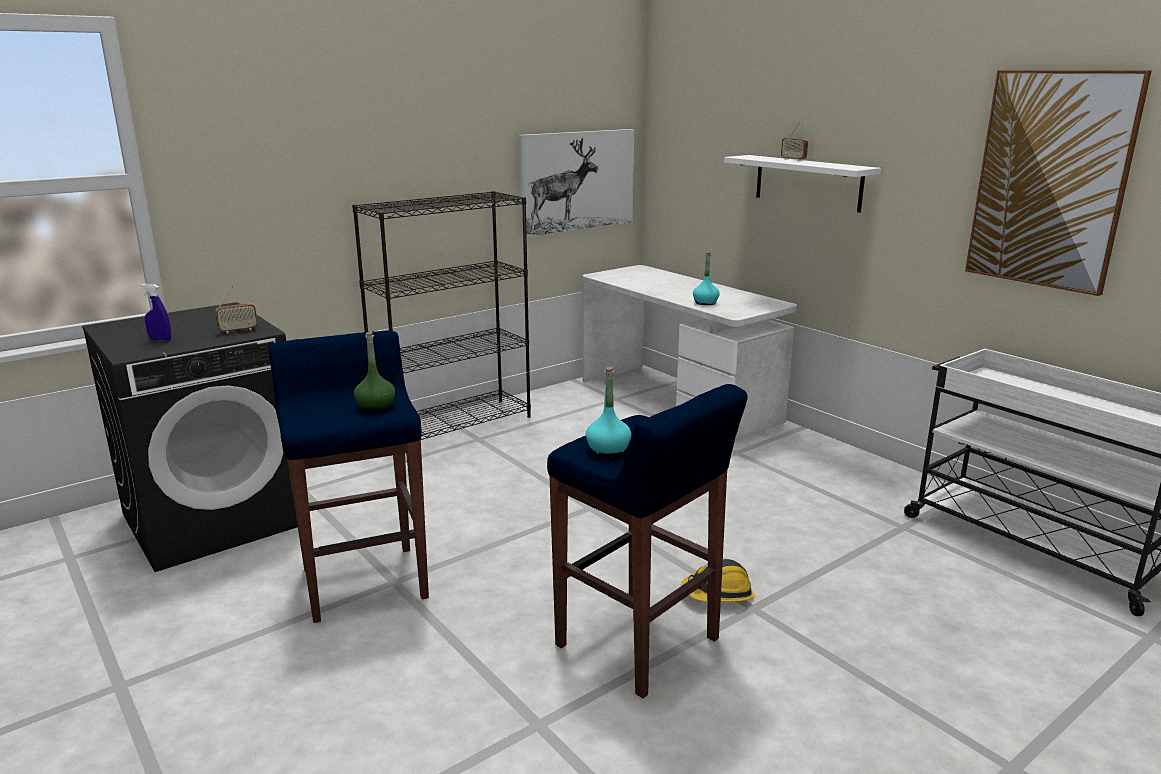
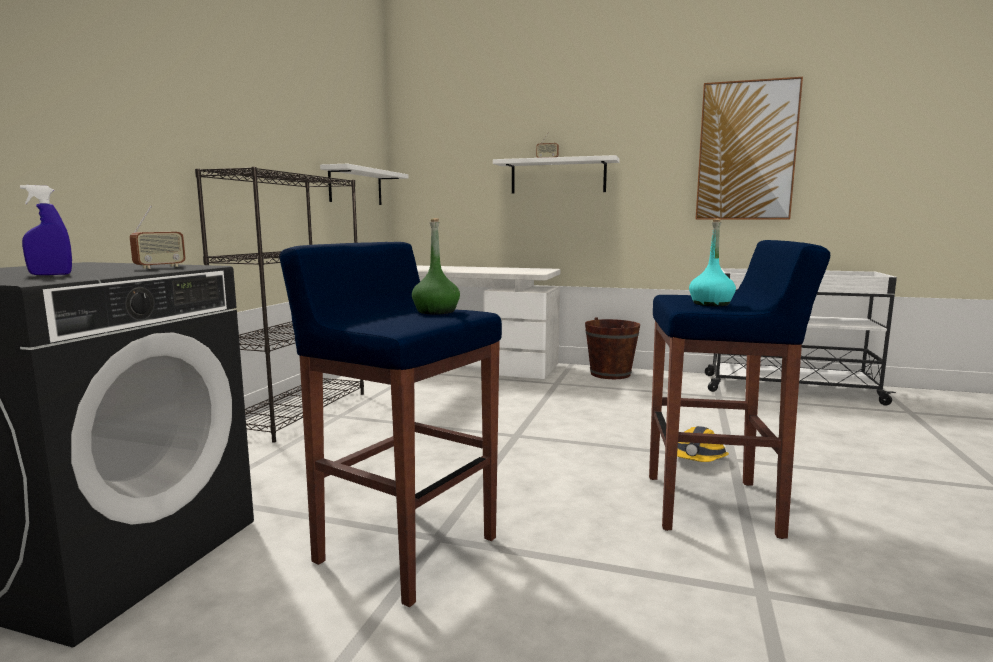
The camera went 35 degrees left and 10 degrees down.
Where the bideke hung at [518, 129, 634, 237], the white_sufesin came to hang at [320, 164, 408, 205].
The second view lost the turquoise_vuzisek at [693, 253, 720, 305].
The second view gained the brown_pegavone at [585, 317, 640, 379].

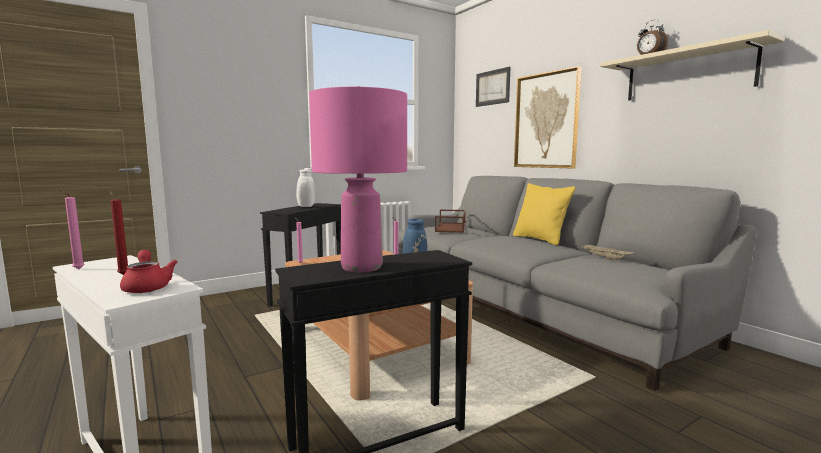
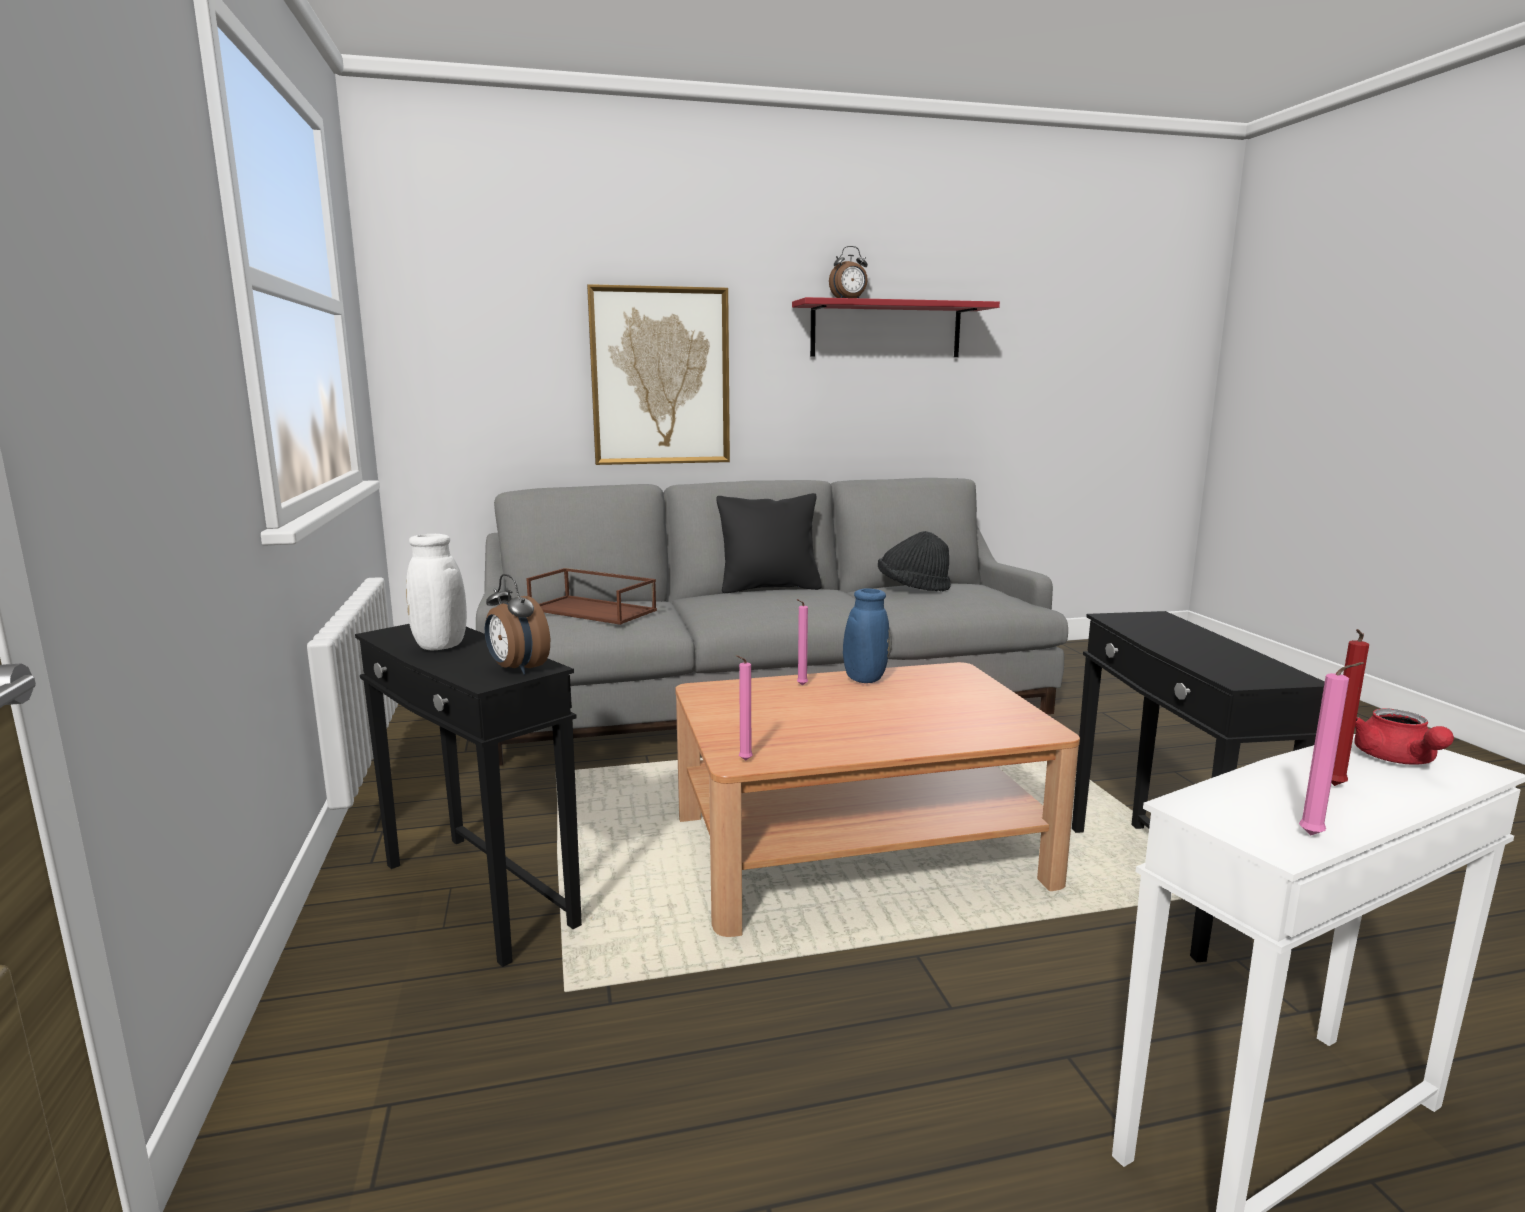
The camera went 70 degrees left and 5 degrees up.
The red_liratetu at [120, 250, 178, 293] ended up facing another way, 75 degrees counterclockwise from before.
The second view lost the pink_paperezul at [309, 86, 407, 272].
The second view lost the bideke at [476, 67, 510, 107].
What was the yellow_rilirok at [513, 183, 575, 246] turned into the black_rilirok at [716, 493, 822, 593].
Where the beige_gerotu stood at [581, 244, 634, 260], the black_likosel came to stand at [878, 531, 951, 591].
What was the beige_sufesin at [600, 30, 785, 101] turned into the red_sufesin at [792, 297, 1000, 357].
The second view gained the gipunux at [485, 574, 550, 675].

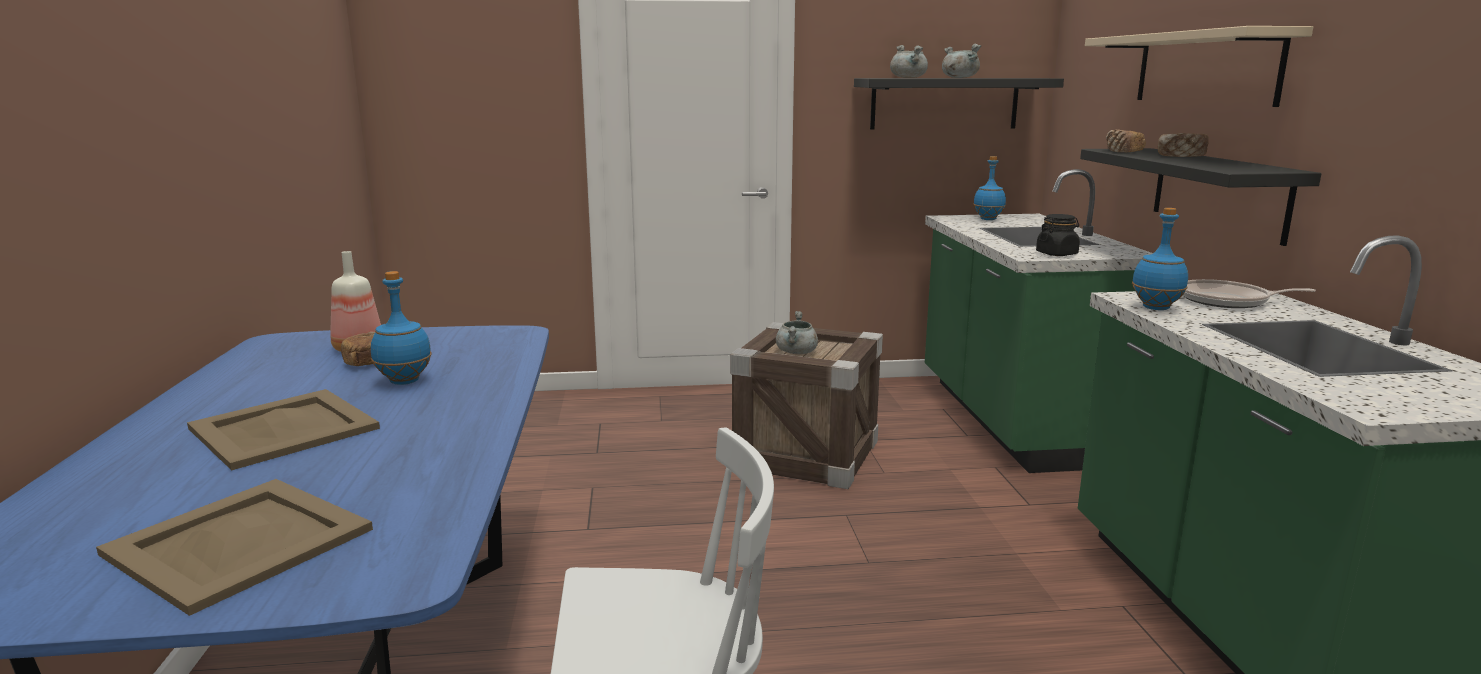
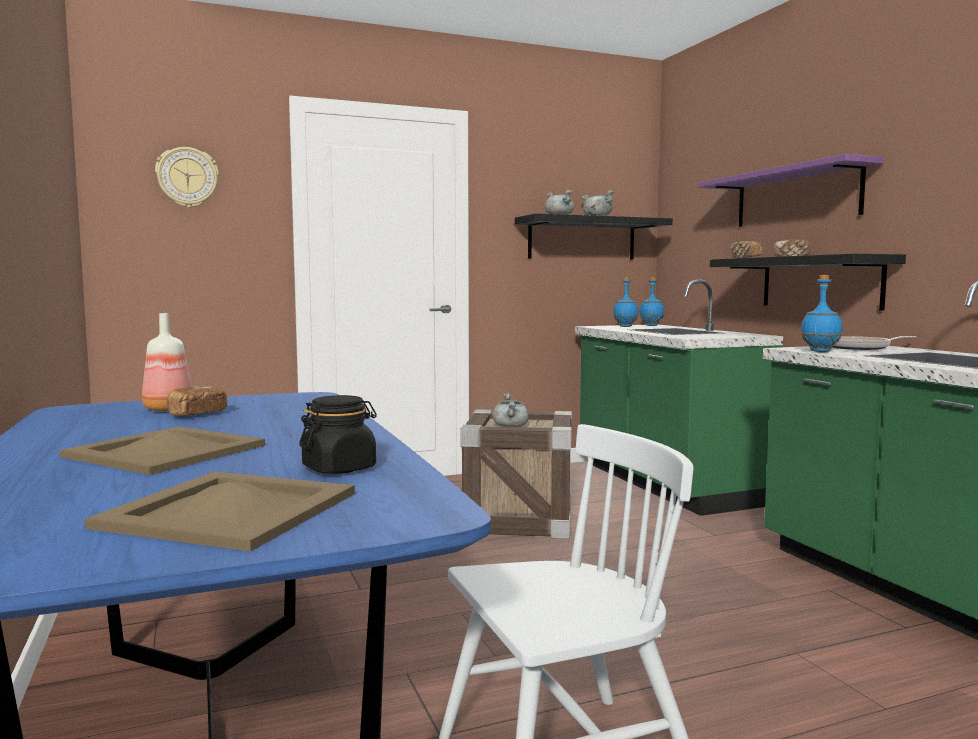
The camera went 15 degrees left and 10 degrees down.
The blue_vuzisek ended up elsewhere, having gone from [371, 271, 432, 385] to [640, 277, 664, 326].
The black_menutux ended up elsewhere, having gone from [1036, 214, 1080, 256] to [299, 395, 377, 474].
What was the beige_sufesin at [1085, 26, 1313, 107] turned into the purple_sufesin at [699, 154, 884, 227].
The second view gained the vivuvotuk at [155, 147, 219, 208].

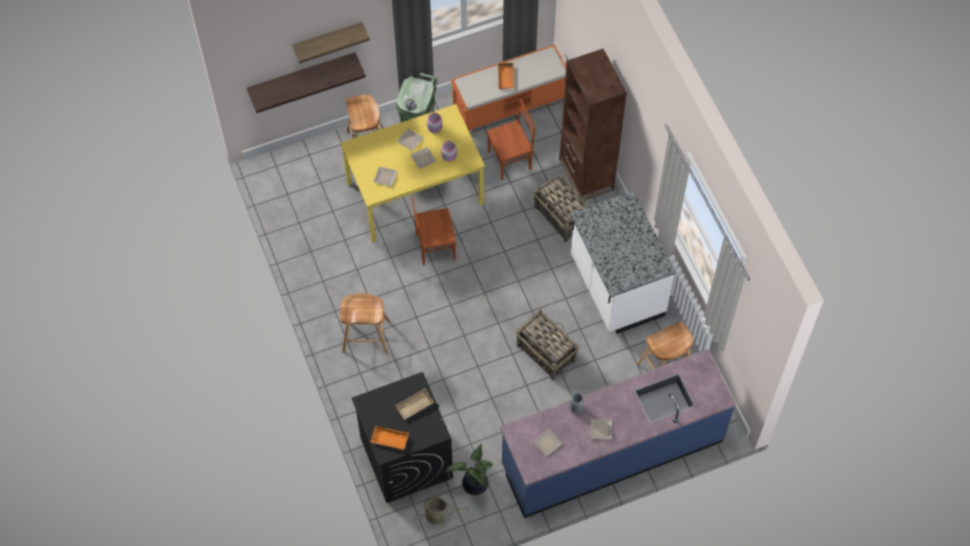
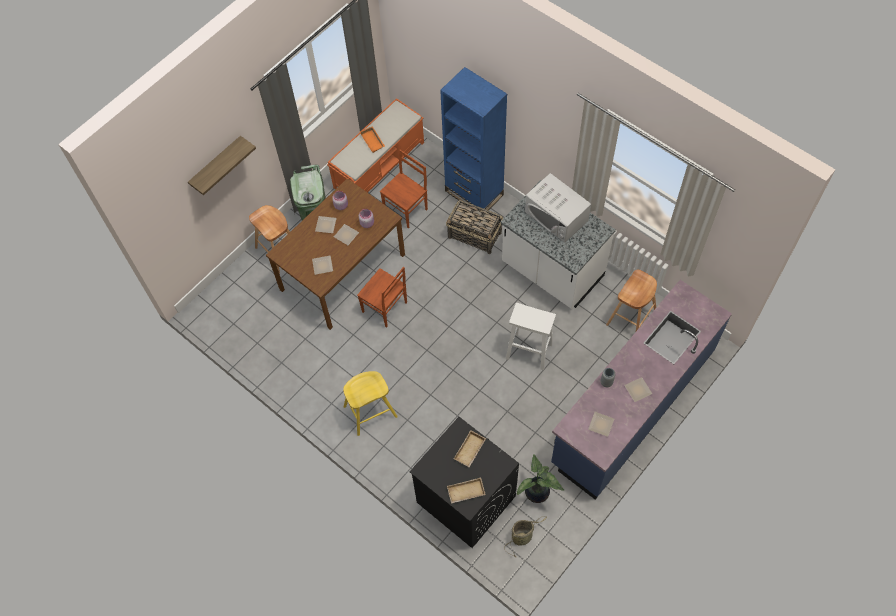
The camera went 25 degrees left and 0 degrees up.
The second view lost the sufesin at [247, 52, 366, 113].
What was the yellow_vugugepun at [340, 104, 485, 243] turned into the brown_vugugepun at [266, 178, 405, 330].
What was the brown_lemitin at [340, 293, 390, 354] turned into the yellow_lemitin at [343, 371, 398, 436].
What was the orange_gerotu at [371, 426, 409, 450] turned into the beige_gerotu at [447, 477, 486, 504].
The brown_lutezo at [411, 195, 456, 266] ended up facing another way, 105 degrees counterclockwise from before.
Where the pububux stood at [516, 310, 579, 381], the white_lemitin came to stand at [506, 303, 556, 370].
What was the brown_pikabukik at [559, 49, 627, 201] turned into the blue_pikabukik at [440, 67, 507, 210].
The second view gained the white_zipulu at [525, 173, 591, 243].

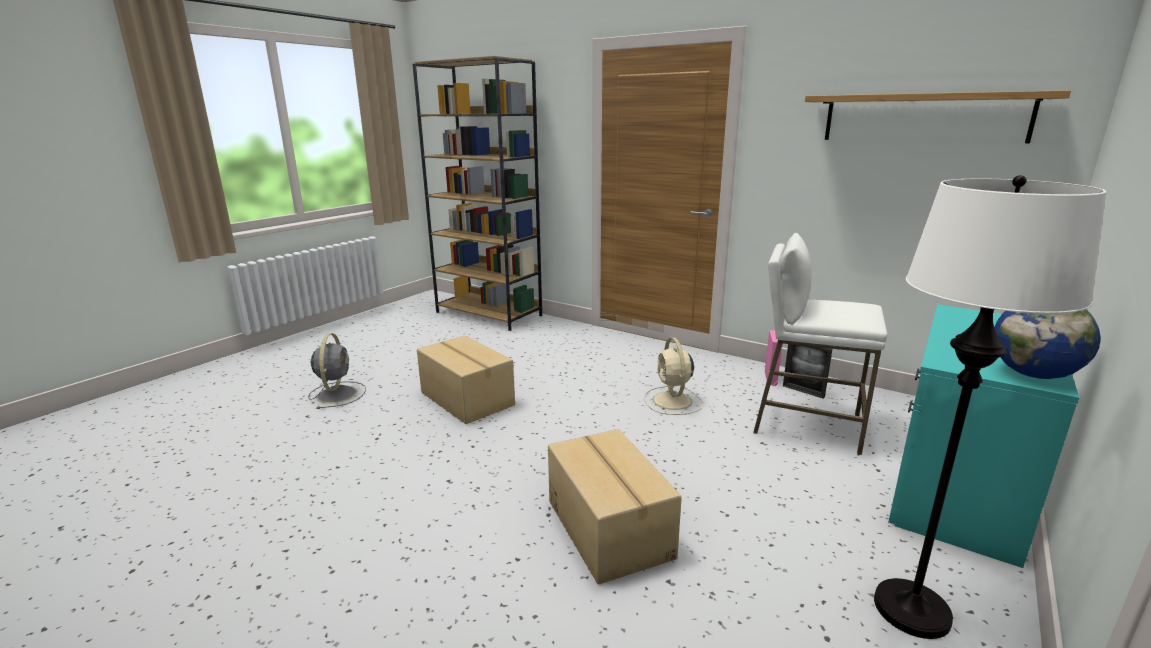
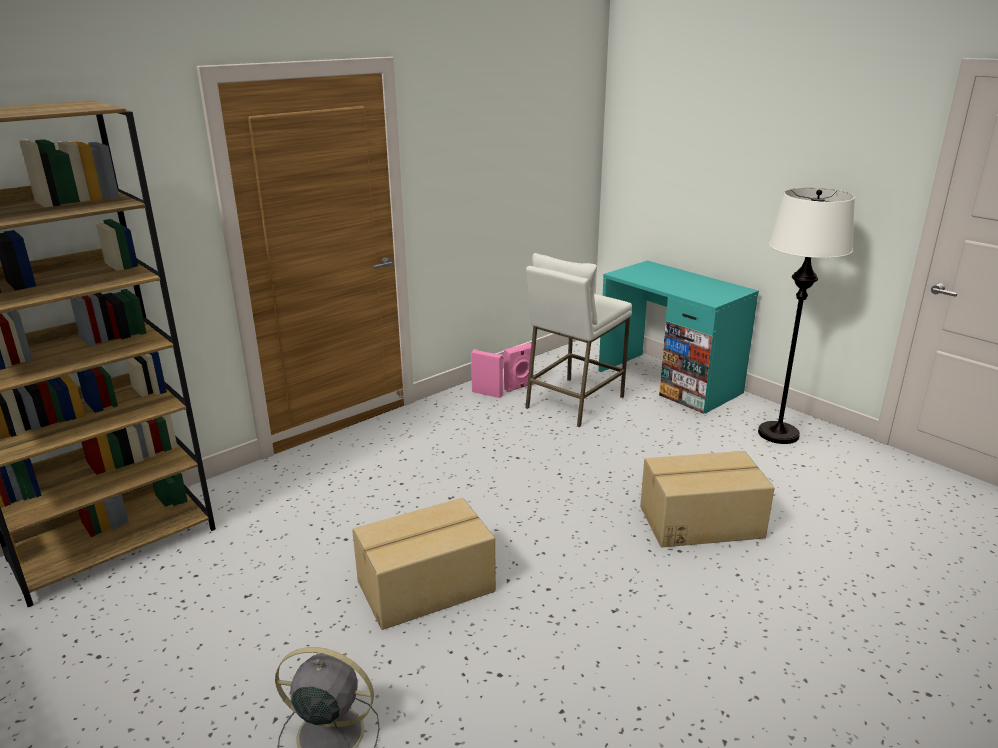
The camera went 75 degrees left and 5 degrees up.
The second view lost the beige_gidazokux at [644, 337, 703, 415].
Where the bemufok stood at [783, 344, 832, 399], the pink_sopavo came to stand at [504, 343, 534, 392].
The second view lost the sufesin at [805, 90, 1071, 143].
The second view lost the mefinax at [994, 309, 1101, 379].

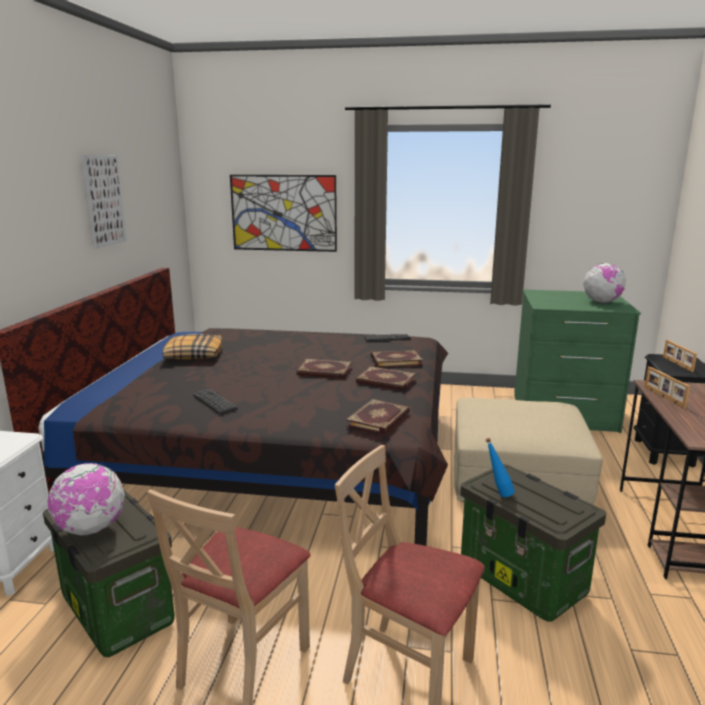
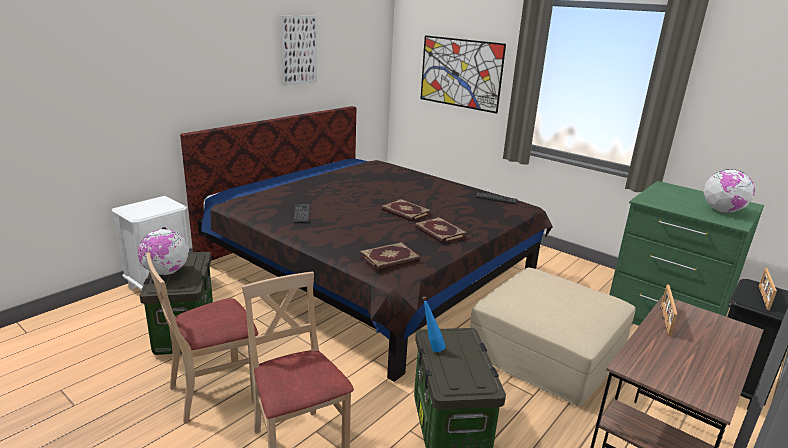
The camera went 30 degrees right and 5 degrees up.
The second view lost the rilirok at [163, 334, 222, 359].
The second view lost the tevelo at [371, 350, 423, 368].

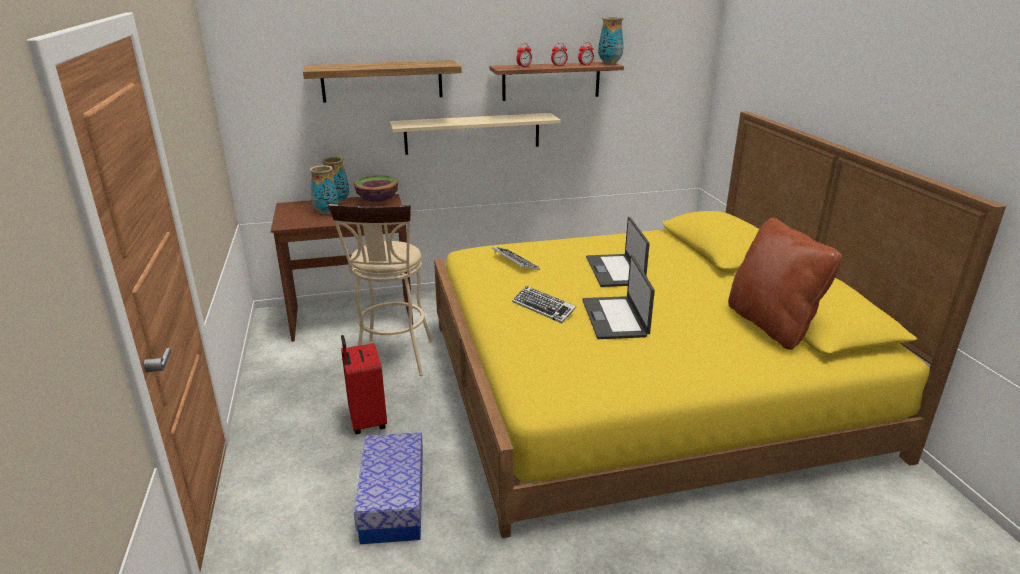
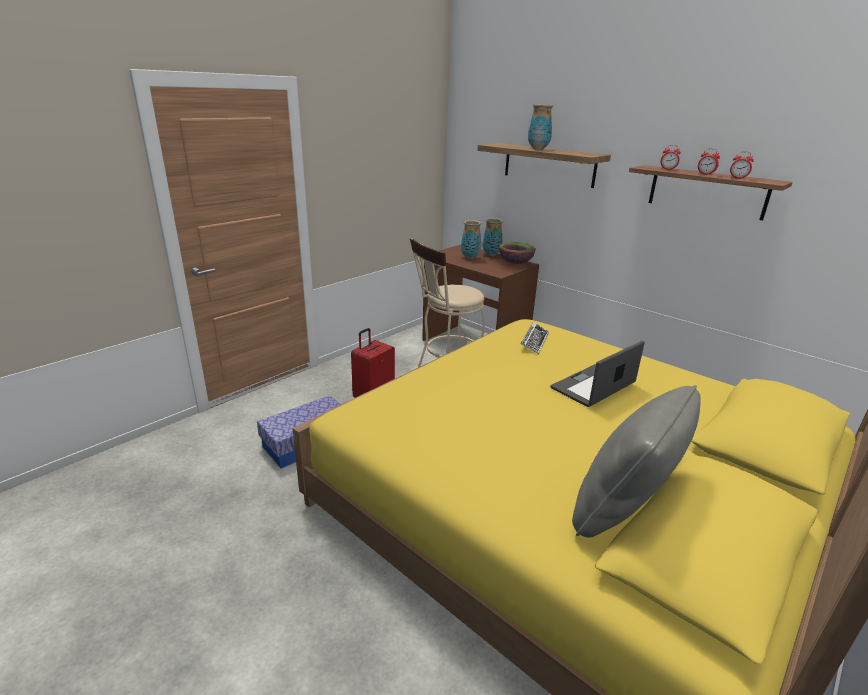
The camera went 55 degrees right and 0 degrees up.
The second view lost the beige_sufesin at [390, 113, 561, 155].
The second view lost the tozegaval at [512, 286, 577, 323].
The second view lost the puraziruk at [582, 255, 655, 339].
The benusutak ended up elsewhere, having gone from [598, 17, 624, 65] to [528, 105, 553, 150].
What was the brown_rilirok at [728, 217, 842, 350] turned into the grey_rilirok at [572, 385, 701, 538].

